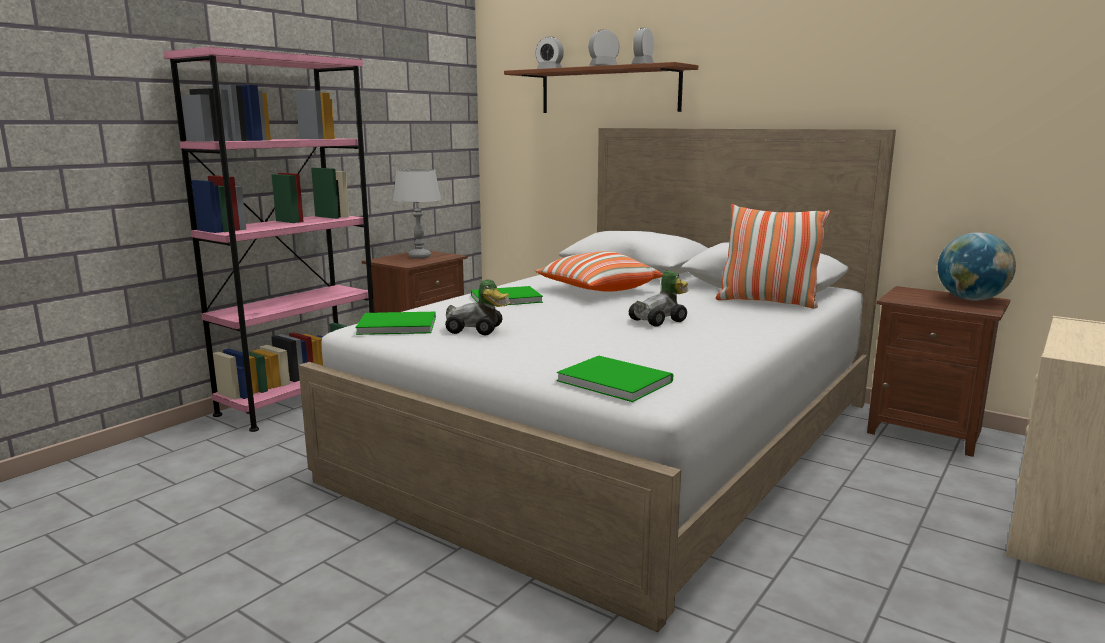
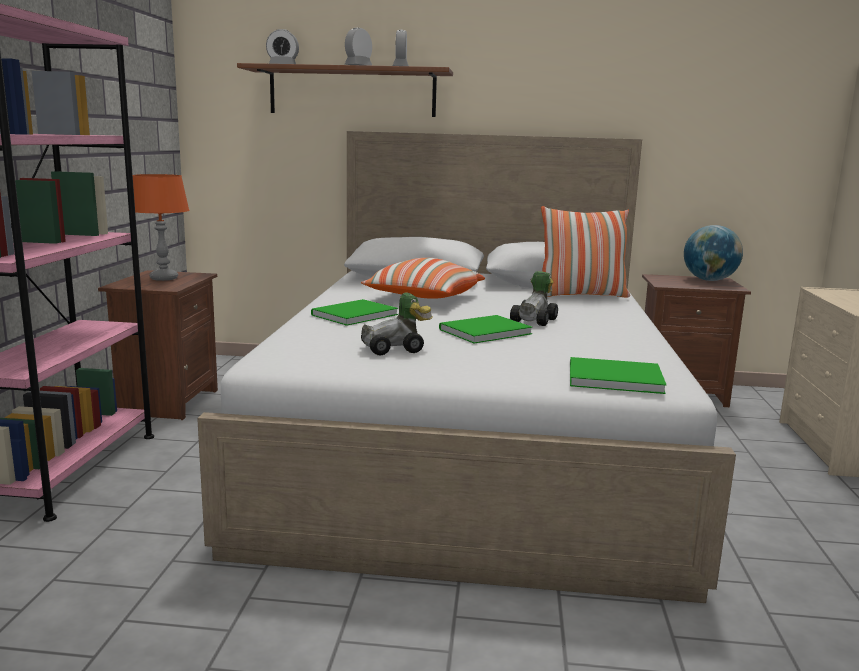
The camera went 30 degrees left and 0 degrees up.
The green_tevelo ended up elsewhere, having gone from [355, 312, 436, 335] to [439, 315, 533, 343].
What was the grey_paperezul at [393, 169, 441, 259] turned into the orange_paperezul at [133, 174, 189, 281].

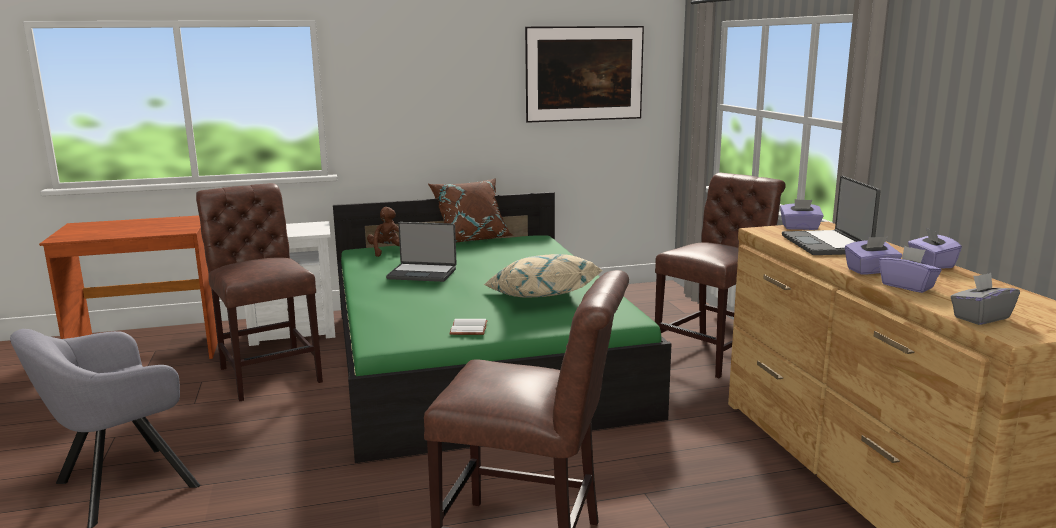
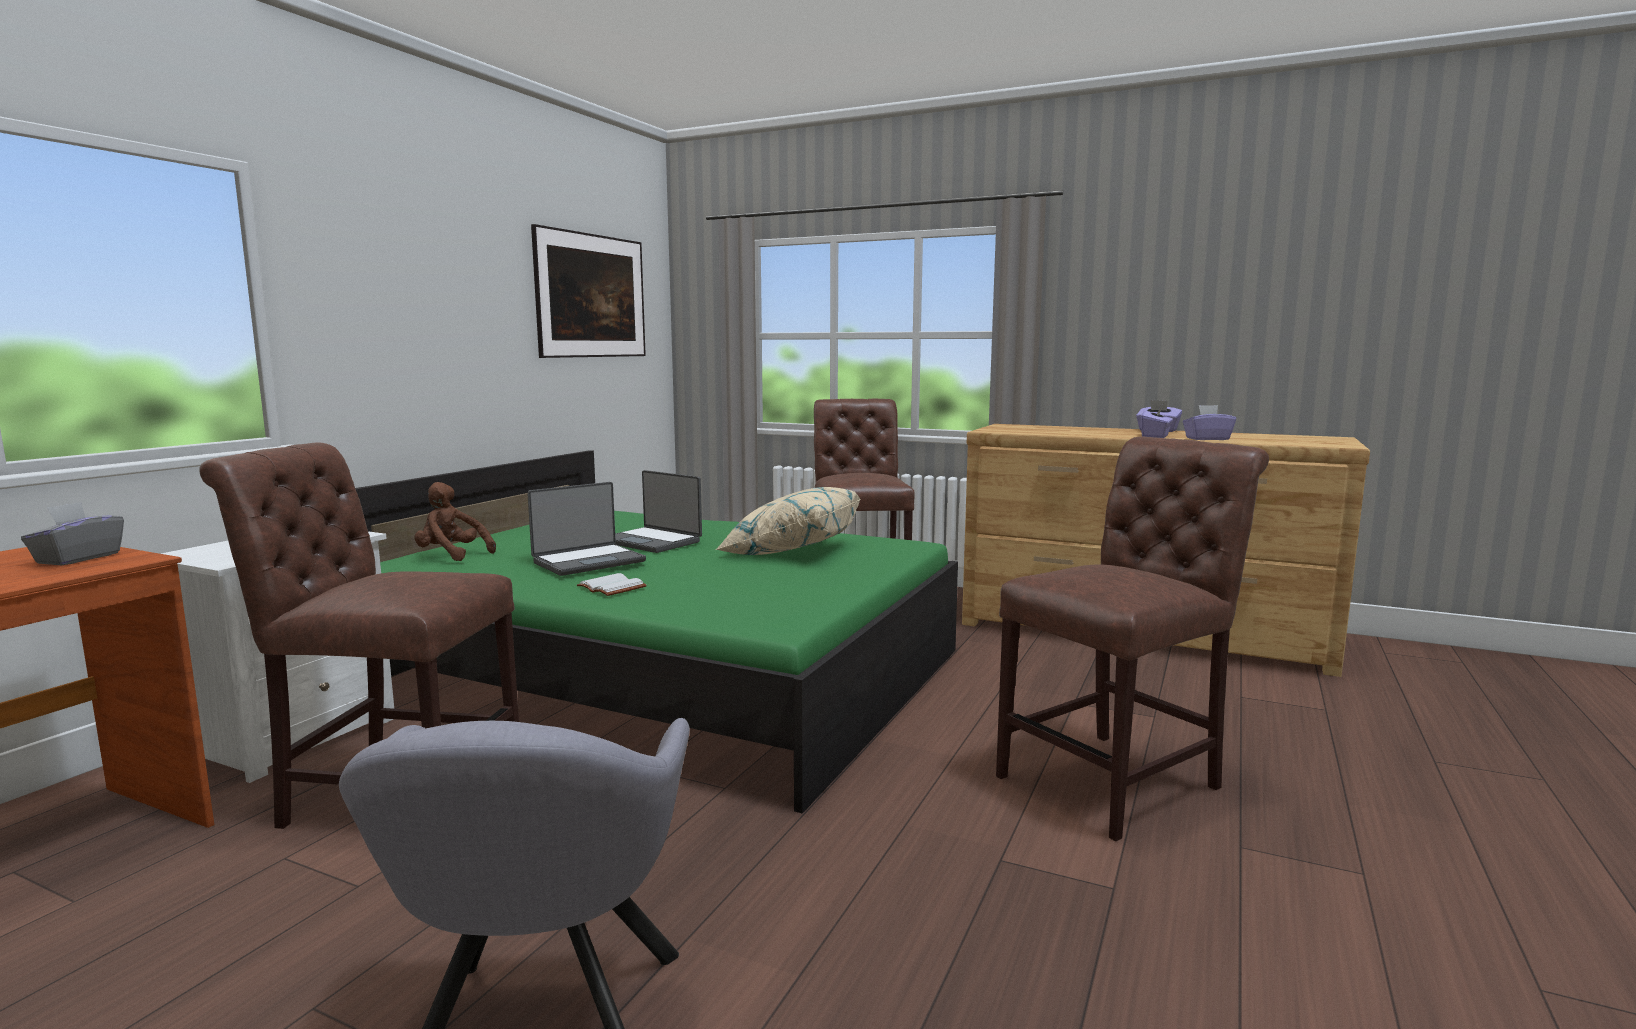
The camera went 50 degrees left and 5 degrees down.
The second view lost the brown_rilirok at [428, 178, 513, 243].
The white_tevelo ended up elsewhere, having gone from [450, 319, 488, 335] to [577, 573, 647, 596].
The second view lost the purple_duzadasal at [780, 199, 824, 230].
The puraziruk ended up elsewhere, having gone from [782, 176, 881, 255] to [615, 470, 702, 553].
The grey_duzadasal ended up elsewhere, having gone from [951, 273, 1020, 325] to [21, 502, 124, 565].

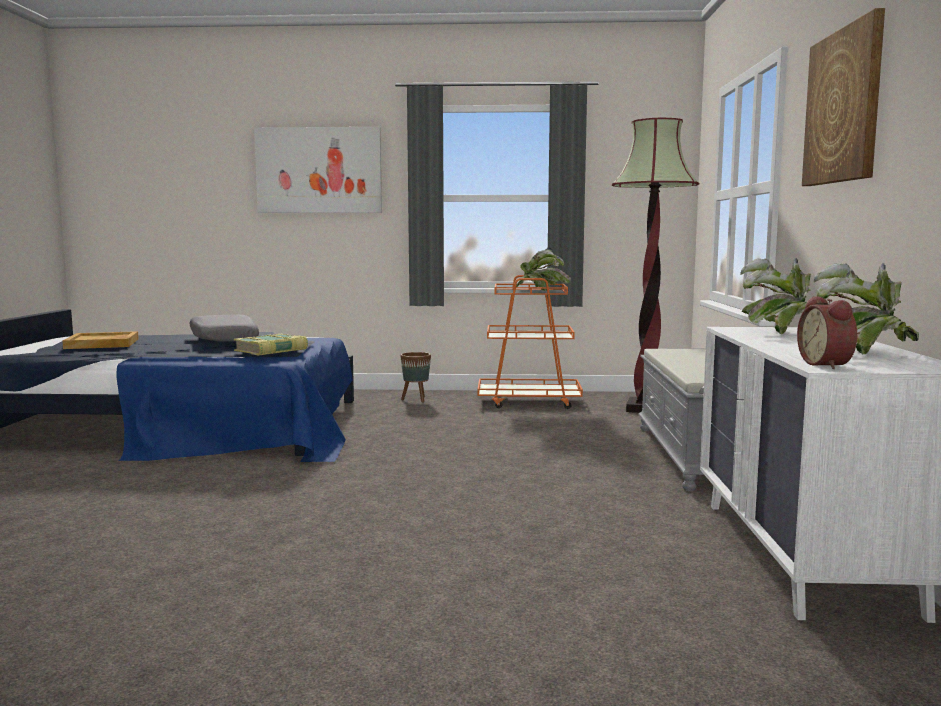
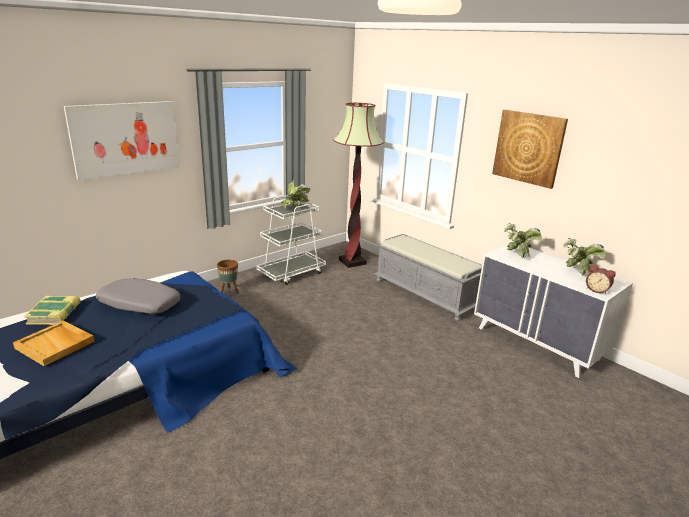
The camera went 45 degrees left and 15 degrees up.
The tevelo ended up elsewhere, having gone from [234, 334, 308, 356] to [24, 296, 81, 325].
What was the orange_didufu at [478, 275, 583, 409] turned into the white_didufu at [257, 195, 326, 285].

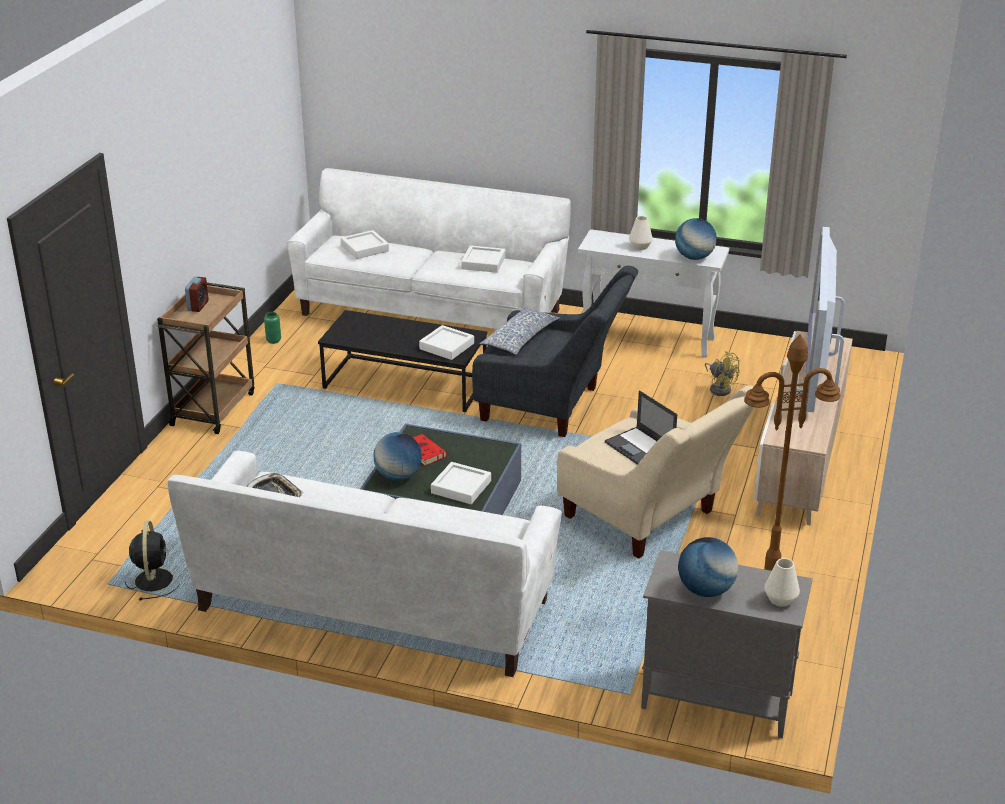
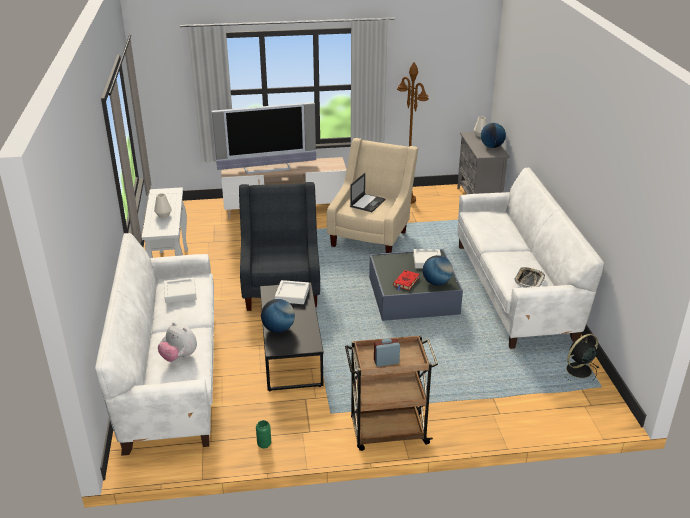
The camera went 115 degrees left and 0 degrees up.
Where the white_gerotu stood at [341, 230, 389, 259], the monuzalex came to stand at [158, 322, 197, 362].
The second view lost the rilirok at [479, 307, 560, 355].
The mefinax ended up elsewhere, having gone from [675, 218, 717, 260] to [261, 299, 295, 333].
The second view lost the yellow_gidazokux at [705, 351, 740, 396].

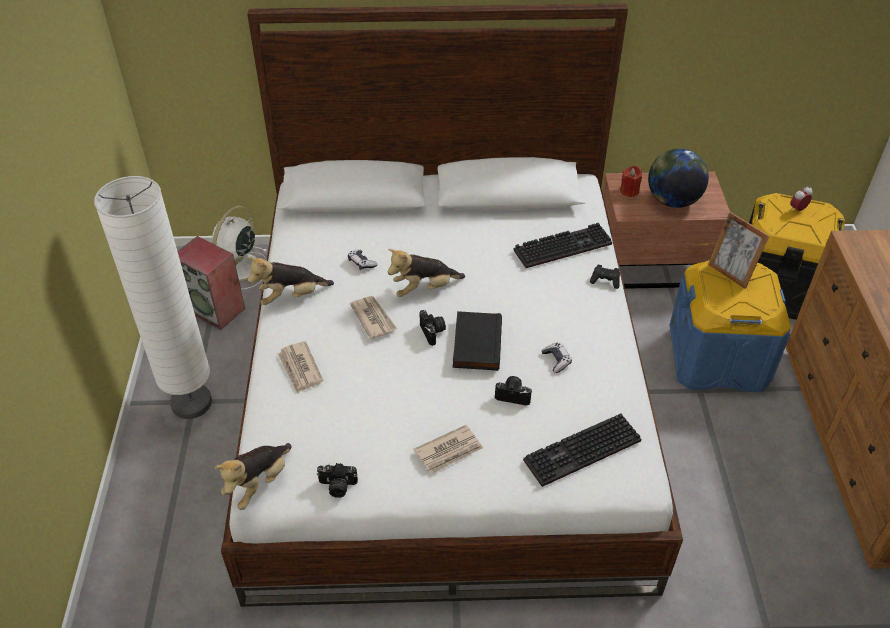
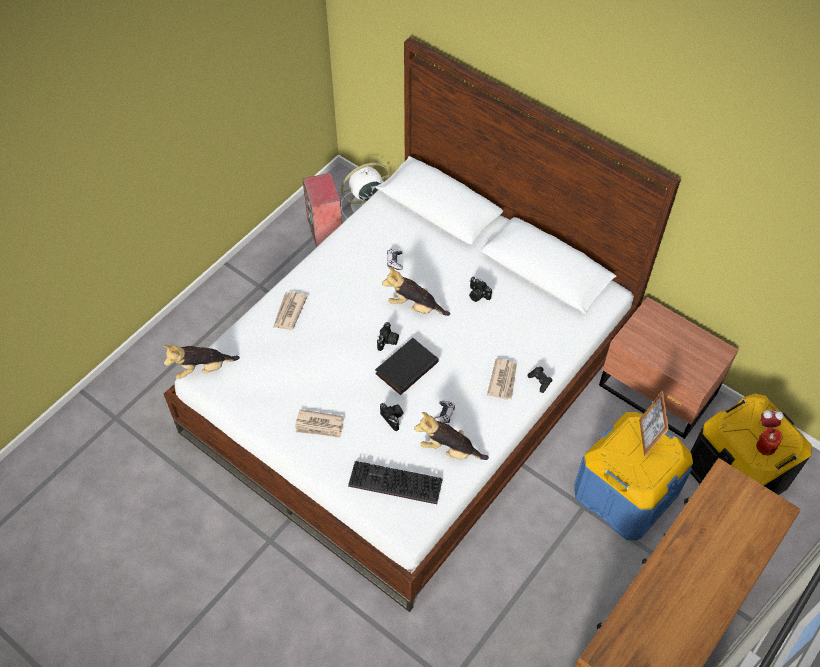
The camera went 40 degrees right and 10 degrees up.
The second view lost the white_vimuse at [94, 176, 212, 419].
The monuzalex ended up elsewhere, having gone from [247, 257, 334, 305] to [414, 412, 489, 460].
The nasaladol ended up elsewhere, having gone from [317, 463, 358, 498] to [469, 277, 492, 302].
The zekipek ended up elsewhere, having gone from [350, 296, 397, 339] to [487, 358, 517, 400].
The second view lost the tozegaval at [514, 223, 612, 268].
The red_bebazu ended up elsewhere, having gone from [620, 166, 642, 197] to [756, 428, 783, 455].
The second view lost the mefinax at [648, 149, 709, 208].

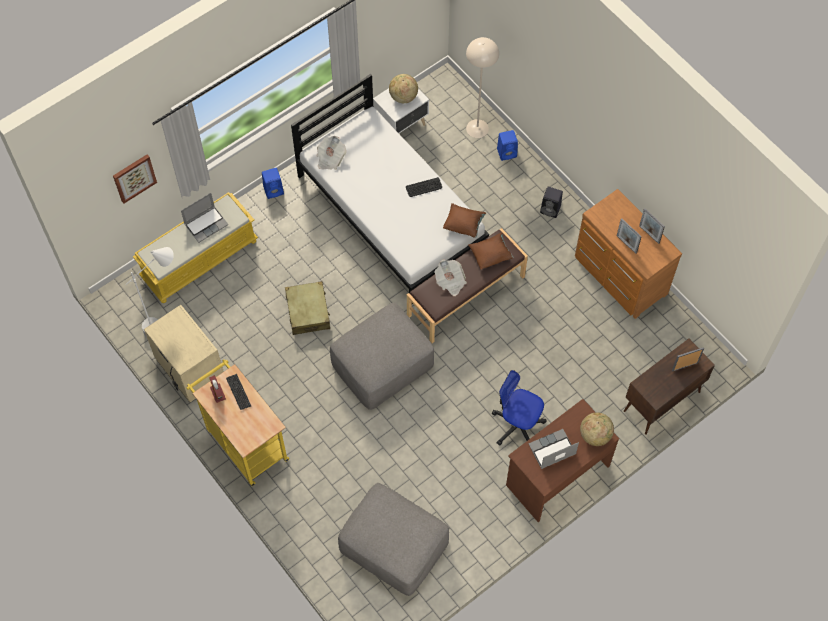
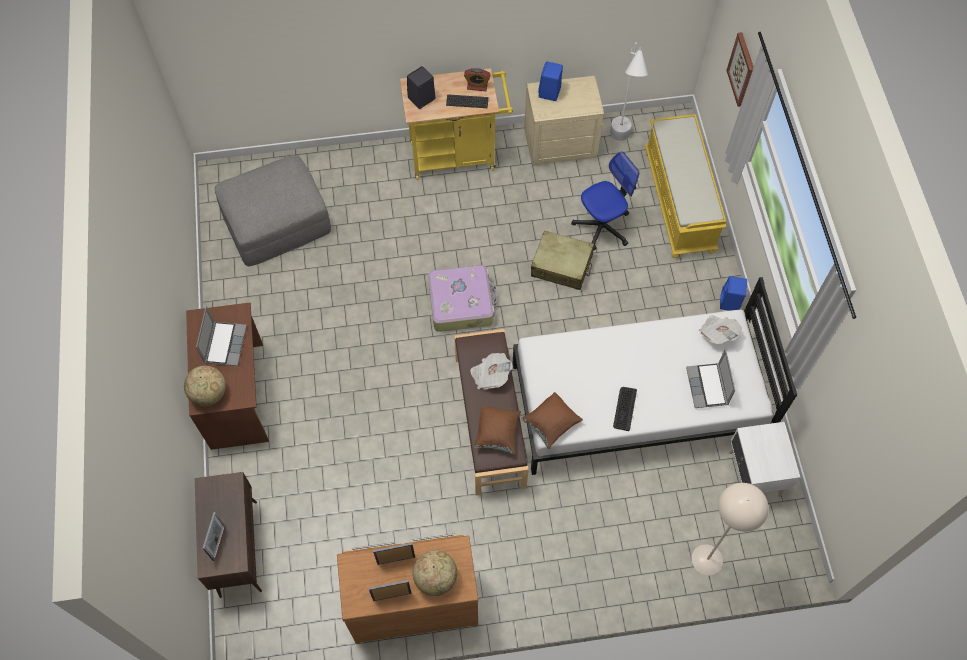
The camera went 120 degrees right and 0 degrees up.
The puraziruk ended up elsewhere, having gone from [181, 193, 228, 243] to [686, 349, 736, 408].
Where the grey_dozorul stood at [330, 303, 434, 410], the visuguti came to stand at [428, 265, 496, 332].
The mefinax ended up elsewhere, having gone from [389, 74, 418, 103] to [413, 550, 457, 596].
The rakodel ended up elsewhere, having gone from [492, 370, 546, 446] to [571, 152, 639, 251].
The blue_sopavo ended up elsewhere, having gone from [497, 130, 518, 161] to [538, 61, 563, 101].
The black_sopavo ended up elsewhere, having gone from [540, 187, 563, 218] to [407, 66, 435, 109].

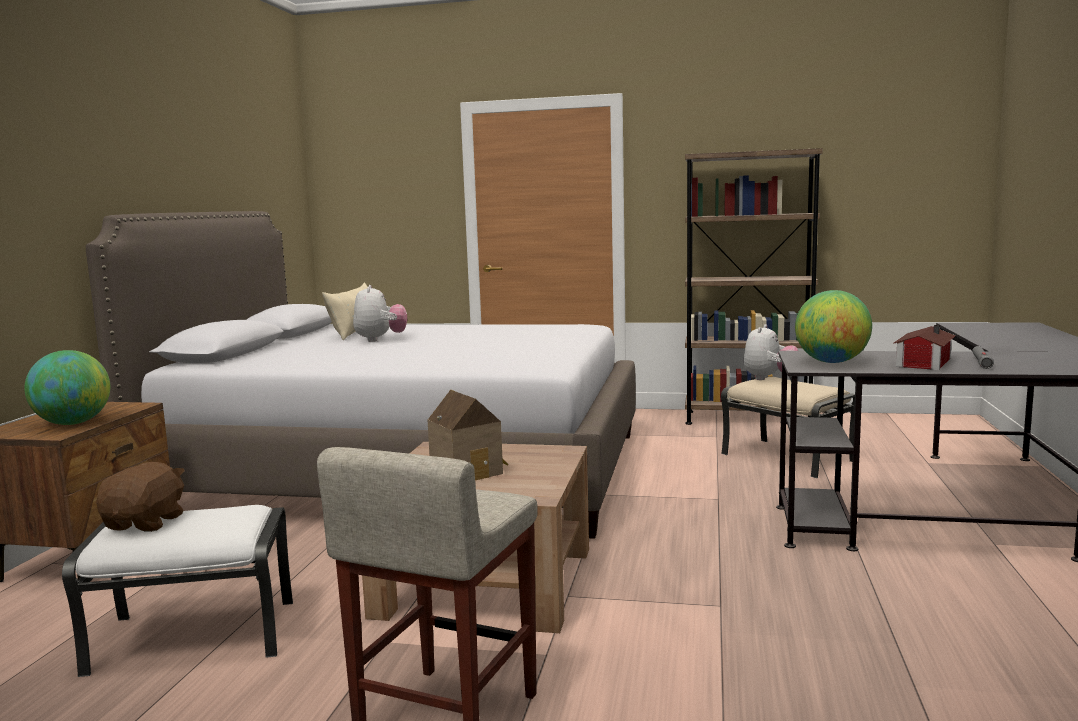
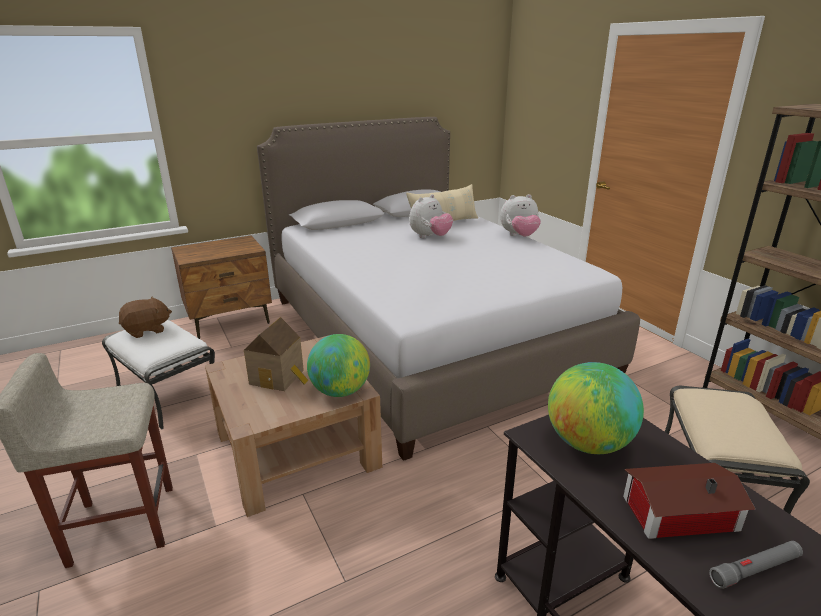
The camera went 50 degrees right and 15 degrees up.
The mefinax ended up elsewhere, having gone from [24, 350, 110, 425] to [307, 334, 370, 397].
The monuzalex ended up elsewhere, having gone from [743, 324, 798, 380] to [500, 194, 541, 237].

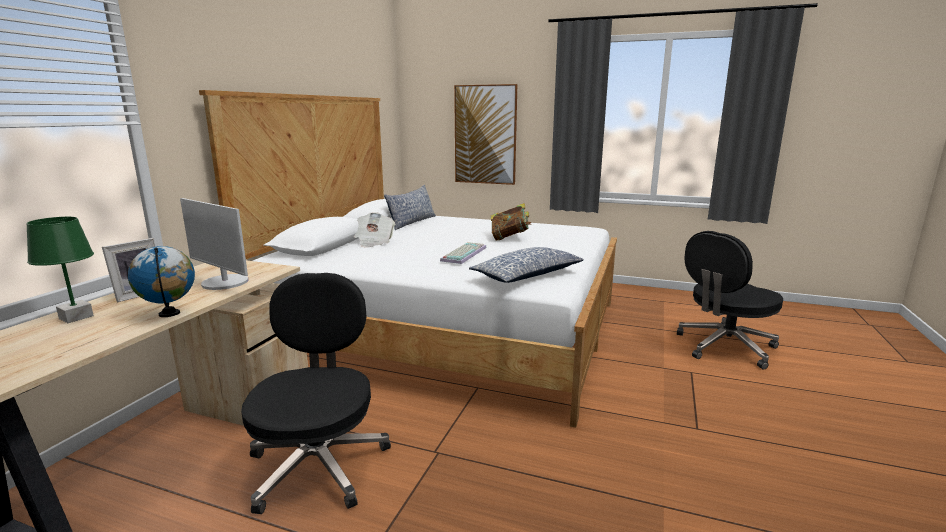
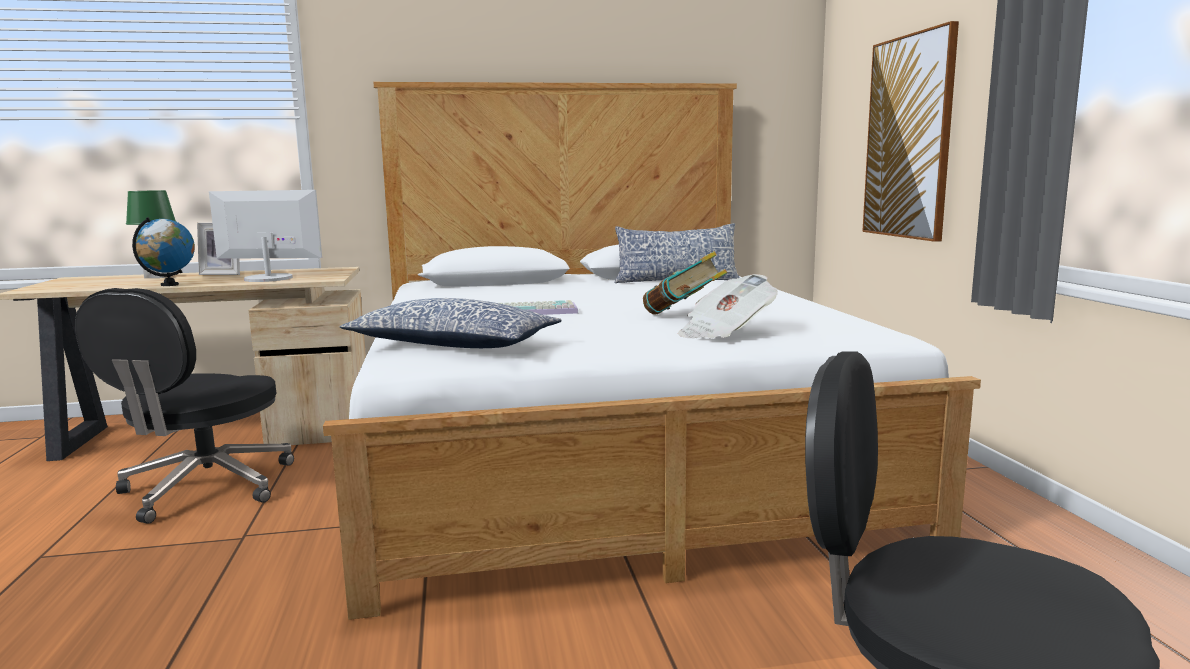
The camera went 60 degrees right and 5 degrees down.
The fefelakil at [180, 198, 248, 290] ended up facing another way, 90 degrees clockwise from before.
The black_rakodel at [241, 273, 391, 514] ended up facing another way, 135 degrees clockwise from before.
The zekipek ended up elsewhere, having gone from [354, 212, 395, 247] to [678, 274, 778, 338].

